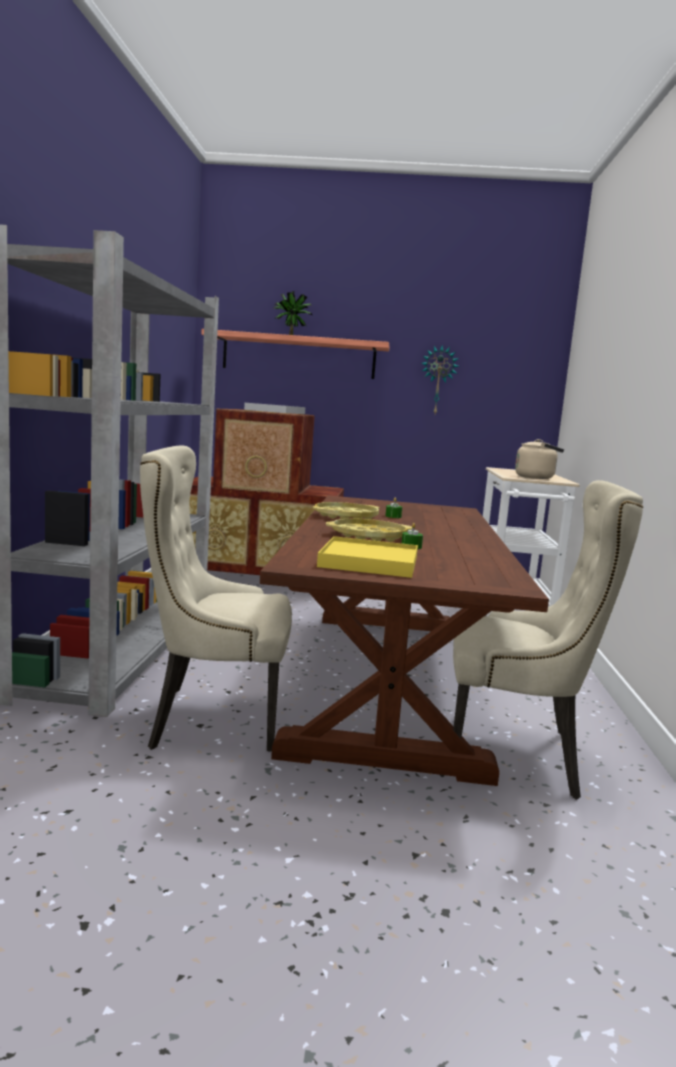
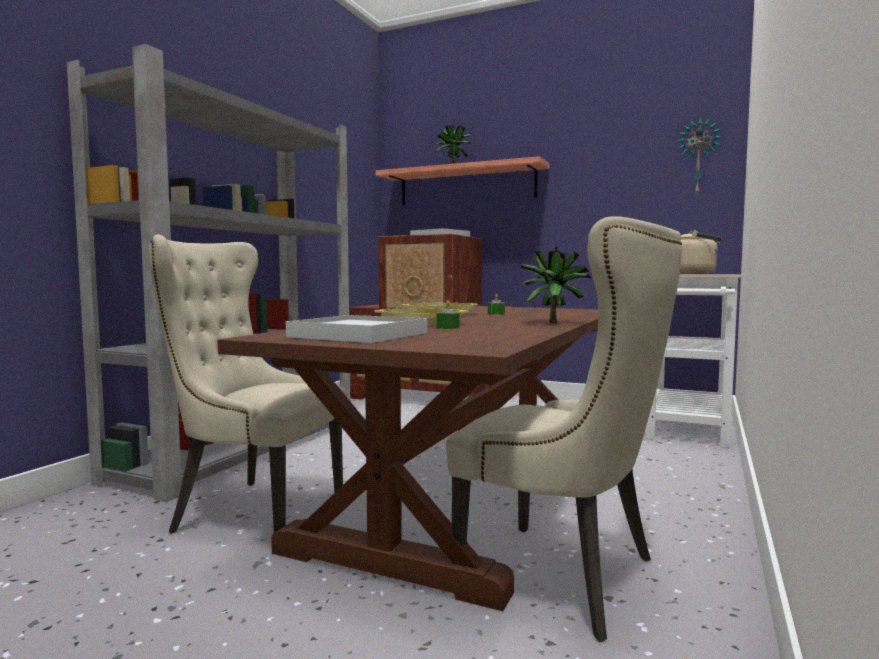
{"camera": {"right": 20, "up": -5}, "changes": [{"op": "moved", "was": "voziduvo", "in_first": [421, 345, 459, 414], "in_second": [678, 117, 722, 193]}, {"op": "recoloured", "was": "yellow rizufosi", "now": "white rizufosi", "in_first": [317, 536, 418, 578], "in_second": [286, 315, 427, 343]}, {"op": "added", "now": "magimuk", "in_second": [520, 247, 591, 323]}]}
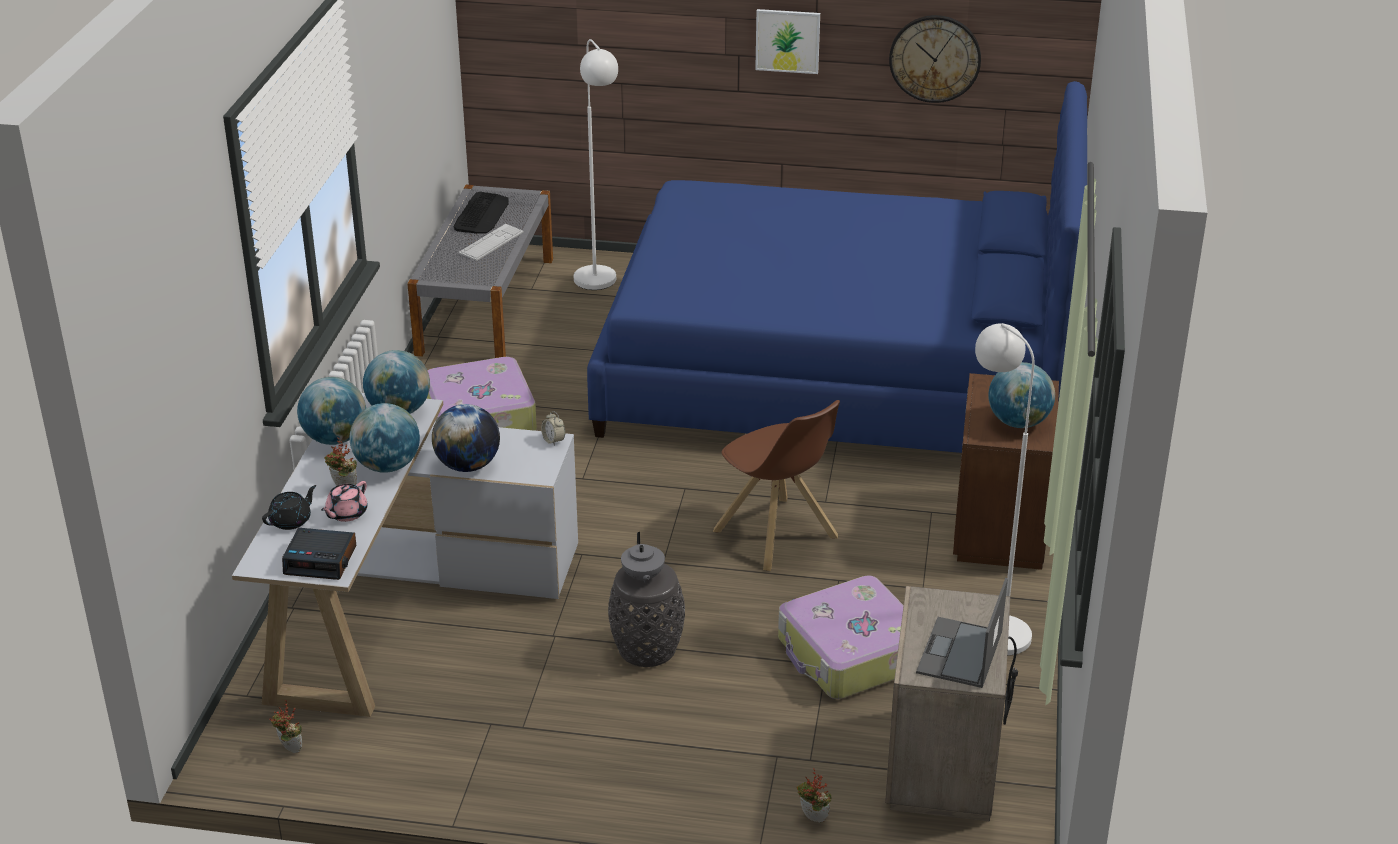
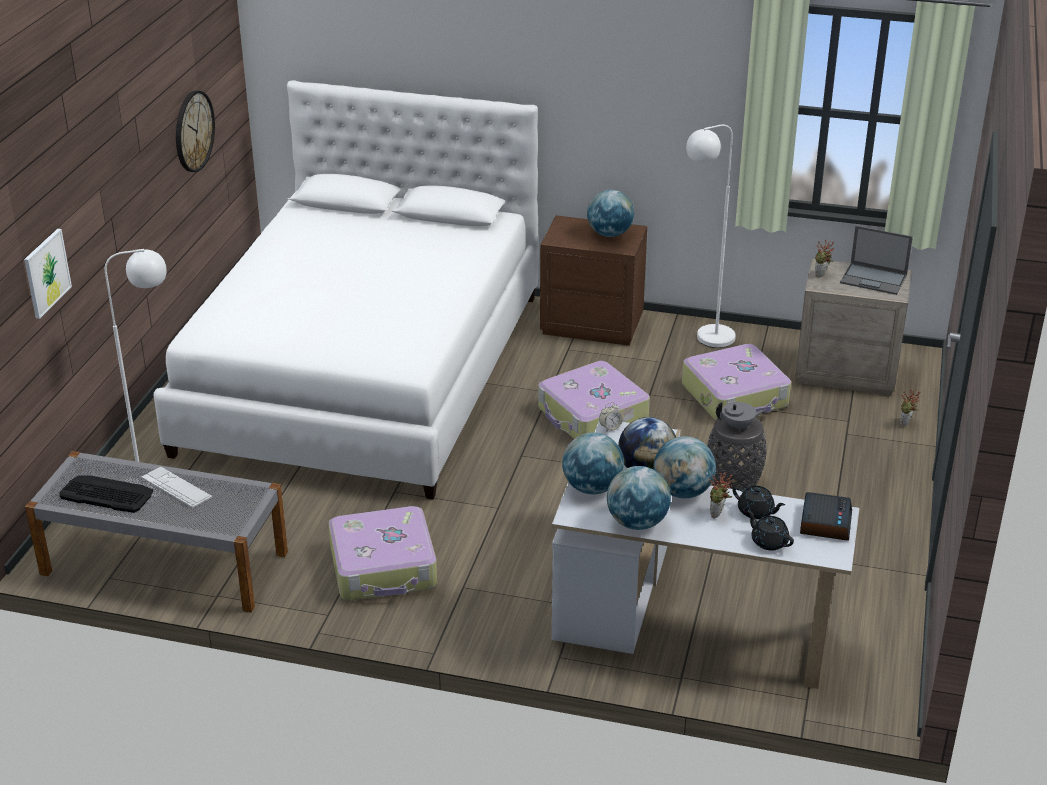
{"camera": {"right": -85, "up": 0}, "changes": [{"op": "moved", "was": "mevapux", "in_first": [755, 9, 820, 74], "in_second": [24, 229, 72, 319]}, {"op": "recoloured", "was": "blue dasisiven", "now": "white dasisiven", "in_first": [587, 81, 1087, 453], "in_second": [154, 80, 539, 500]}, {"op": "replaced", "was": "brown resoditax", "now": "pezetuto", "in_first": [713, 400, 840, 571], "in_second": [538, 361, 650, 439]}, {"op": "recoloured", "was": "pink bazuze", "now": "black bazuze", "in_first": [321, 481, 368, 522], "in_second": [733, 486, 785, 519]}, {"op": "moved", "was": "magimuk", "in_first": [270, 700, 302, 753], "in_second": [815, 239, 834, 278]}]}
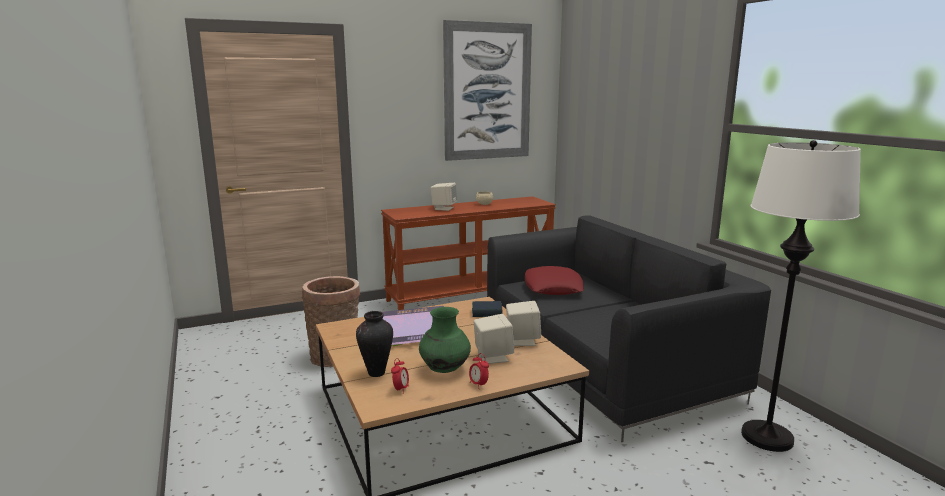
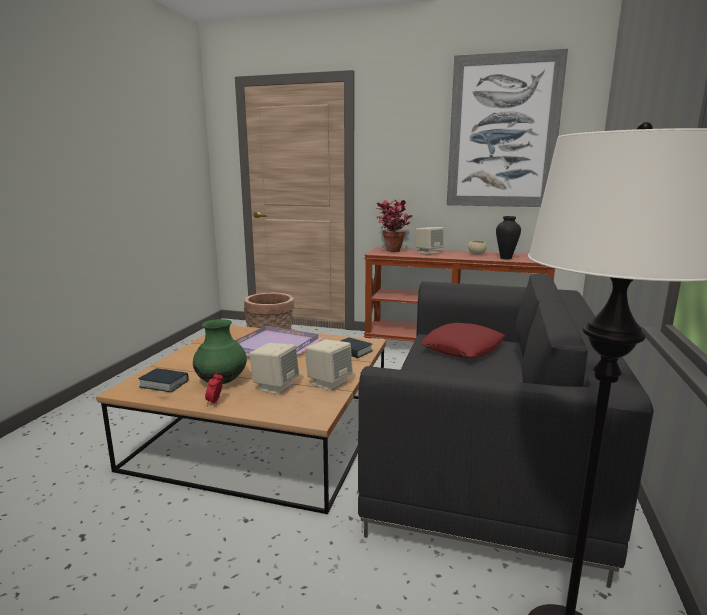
{"camera": {"right": 40, "up": 0}, "changes": [{"op": "moved", "was": "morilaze", "in_first": [356, 311, 393, 377], "in_second": [496, 216, 521, 259]}, {"op": "replaced", "was": "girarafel", "now": "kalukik", "in_first": [391, 358, 409, 394], "in_second": [138, 368, 189, 392]}, {"op": "added", "now": "magimuk", "in_second": [377, 199, 412, 252]}]}
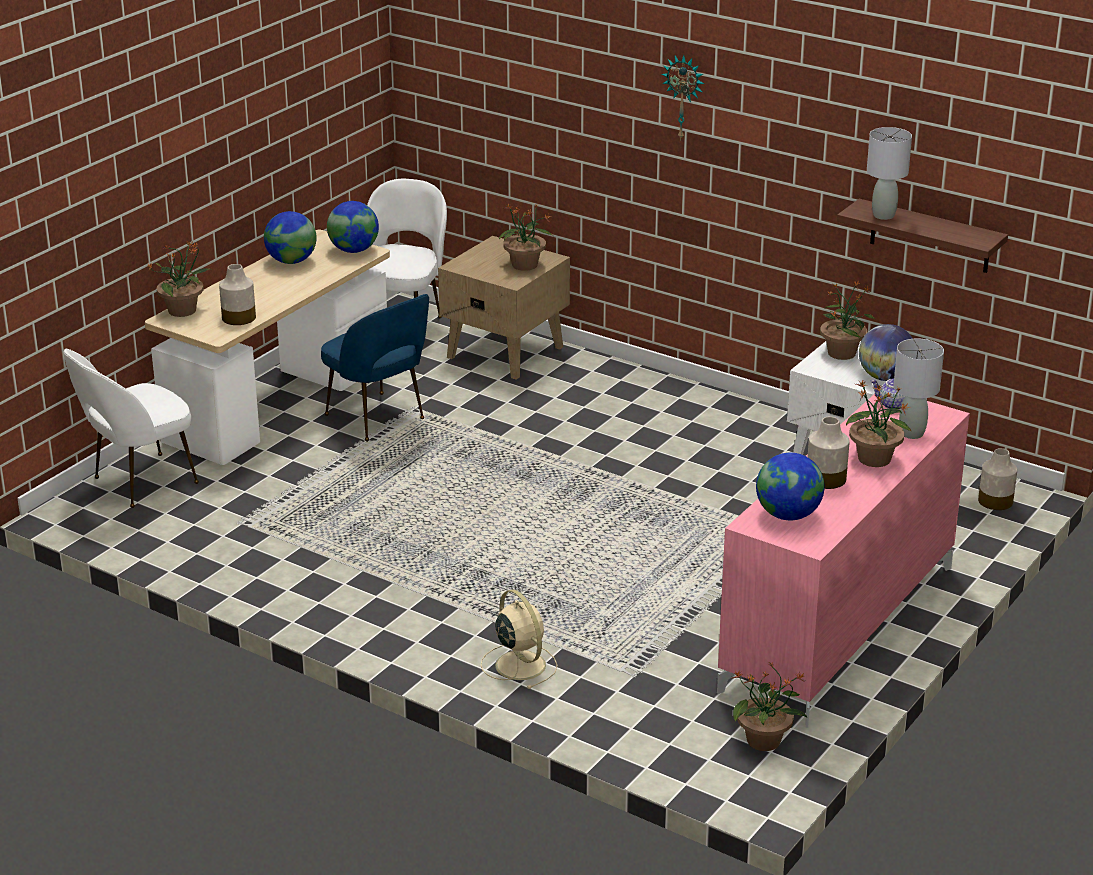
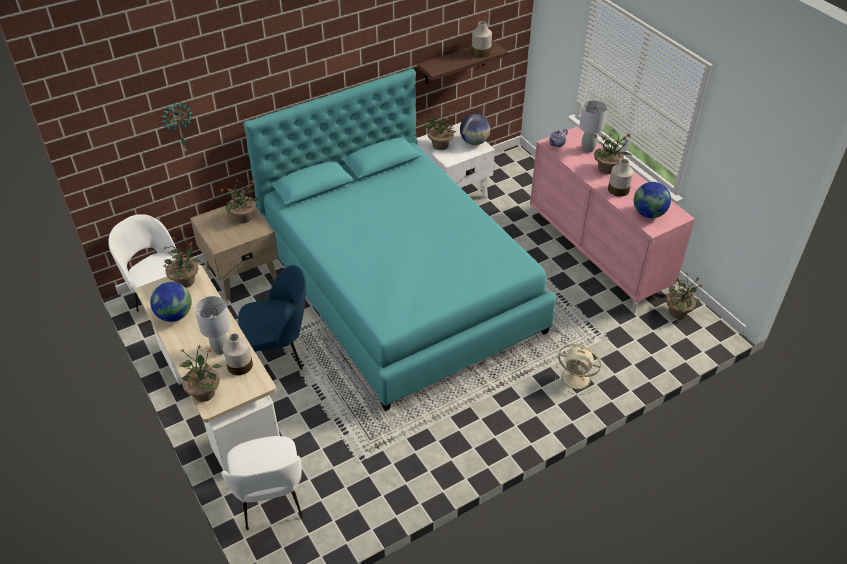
{"camera": {"right": -65, "up": 15}, "changes": [{"op": "moved", "was": "voziduvo", "in_first": [662, 55, 705, 141], "in_second": [161, 102, 193, 153]}, {"op": "moved", "was": "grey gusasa", "in_first": [867, 127, 912, 220], "in_second": [195, 296, 230, 355]}, {"op": "replaced", "was": "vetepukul", "now": "magimuk", "in_first": [327, 201, 379, 253], "in_second": [163, 237, 201, 288]}, {"op": "moved", "was": "beige morilaze", "in_first": [978, 448, 1017, 510], "in_second": [471, 21, 492, 58]}, {"op": "turned", "was": "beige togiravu", "in_first": [481, 589, 558, 689], "in_second": [555, 344, 601, 395], "clockwise": -150}, {"op": "added", "now": "turquoise dasisiven", "in_second": [244, 69, 557, 411]}]}
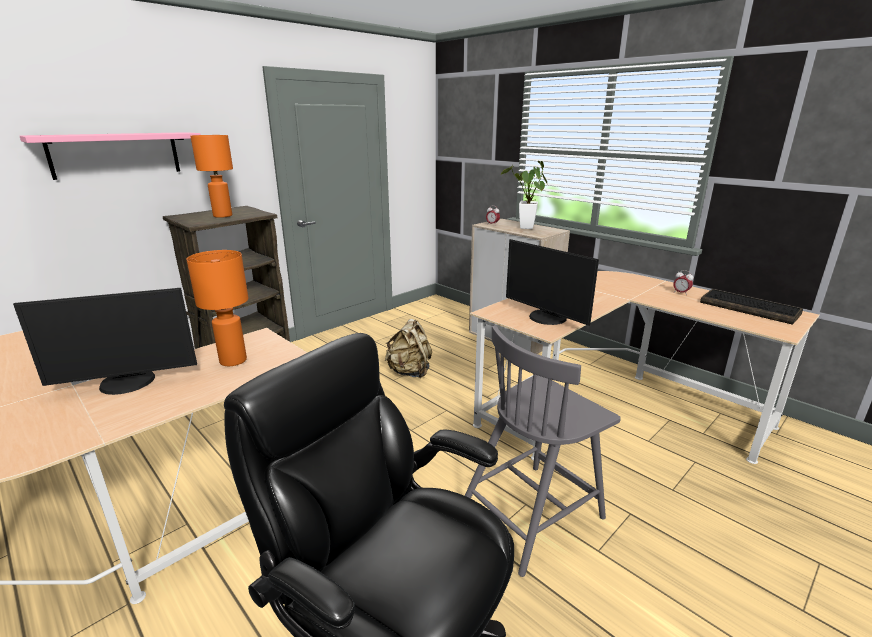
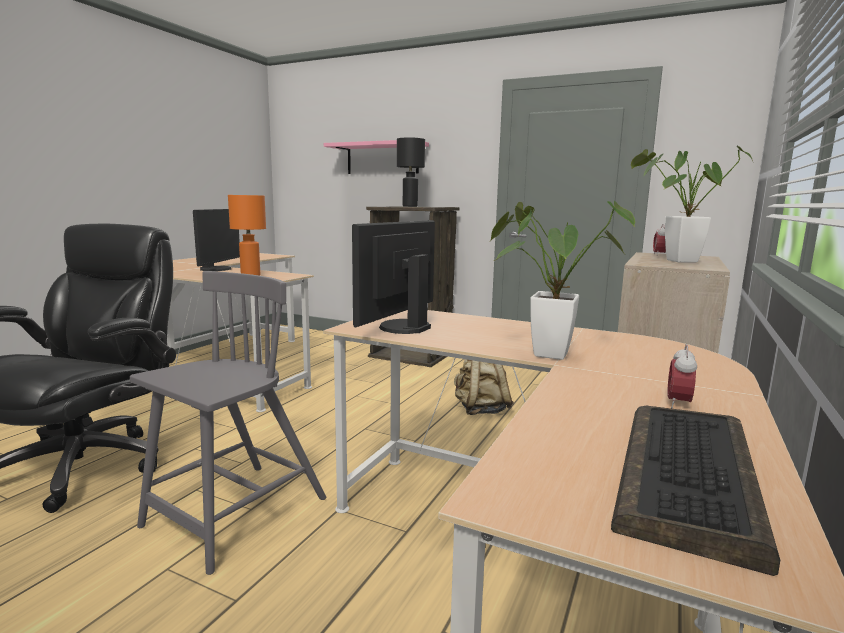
{"camera": {"right": 70, "up": -10}, "changes": [{"op": "recoloured", "was": "orange gusasa", "now": "black gusasa", "in_first": [190, 135, 233, 218], "in_second": [397, 137, 425, 207]}, {"op": "turned", "was": "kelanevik", "in_first": [13, 288, 197, 395], "in_second": [193, 209, 240, 271], "clockwise": -135}, {"op": "turned", "was": "grey resoditax", "in_first": [465, 325, 621, 577], "in_second": [130, 271, 326, 575], "clockwise": 90}, {"op": "added", "now": "magimuk", "in_second": [490, 201, 635, 360]}]}
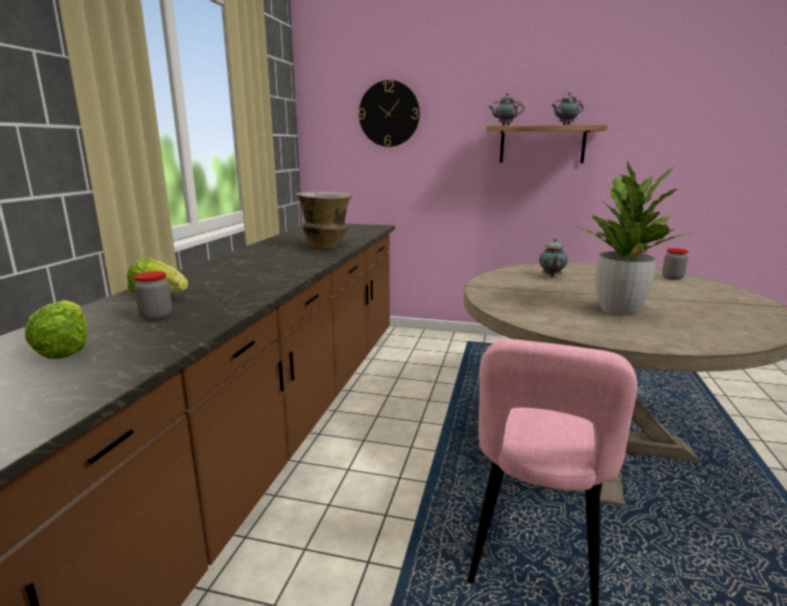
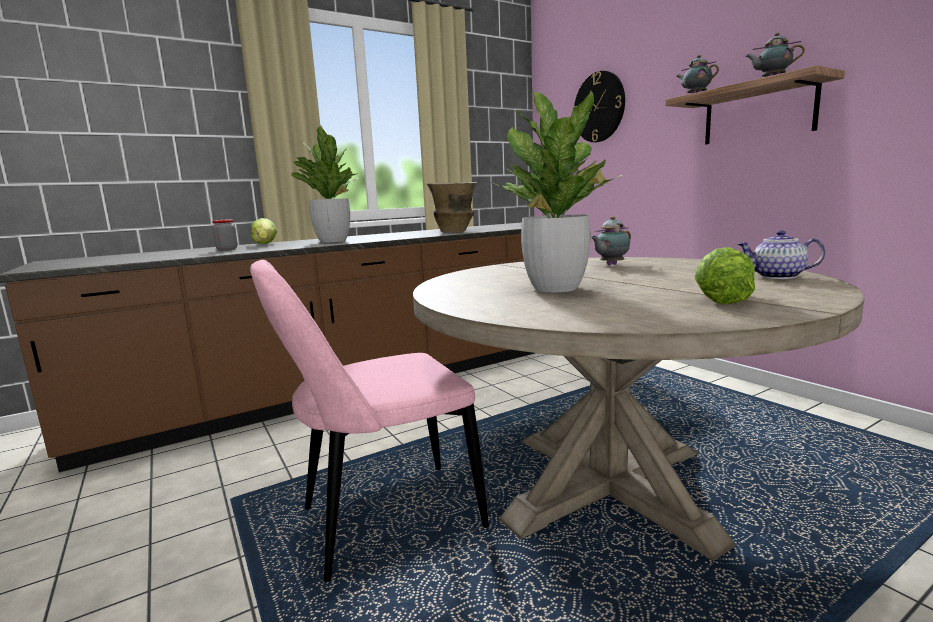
{"camera": {"right": 45, "up": -5}, "changes": [{"op": "replaced", "was": "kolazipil", "now": "bazuze", "in_first": [662, 248, 688, 280], "in_second": [738, 230, 825, 279]}, {"op": "moved", "was": "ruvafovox", "in_first": [25, 300, 88, 359], "in_second": [695, 247, 755, 304]}, {"op": "added", "now": "magimuk", "in_second": [291, 126, 361, 243]}]}
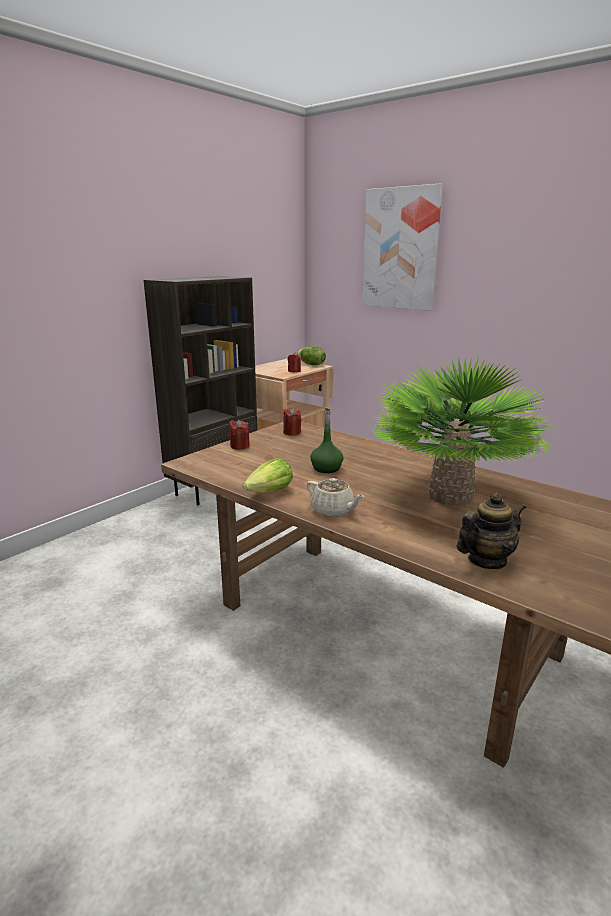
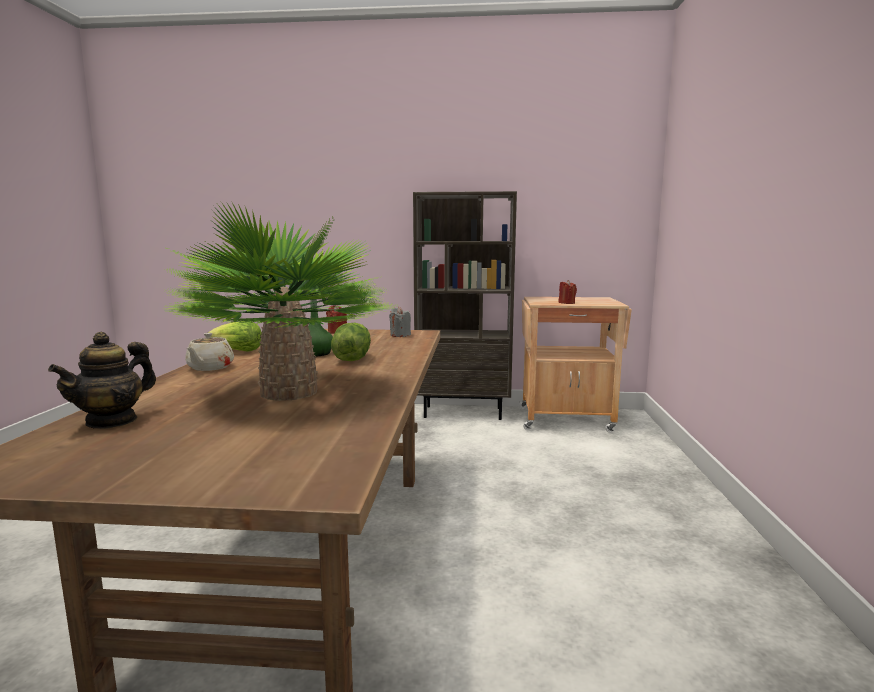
{"camera": {"right": 55, "up": -10}, "changes": [{"op": "removed", "was": "mevapux", "in_first": [362, 183, 443, 311]}, {"op": "moved", "was": "ruvafovox", "in_first": [297, 346, 326, 365], "in_second": [331, 323, 371, 361]}, {"op": "recoloured", "was": "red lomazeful", "now": "grey lomazeful", "in_first": [283, 408, 302, 436], "in_second": [389, 307, 411, 337]}, {"op": "turned", "was": "bazuze", "in_first": [457, 493, 526, 569], "in_second": [48, 332, 156, 429], "clockwise": 90}]}
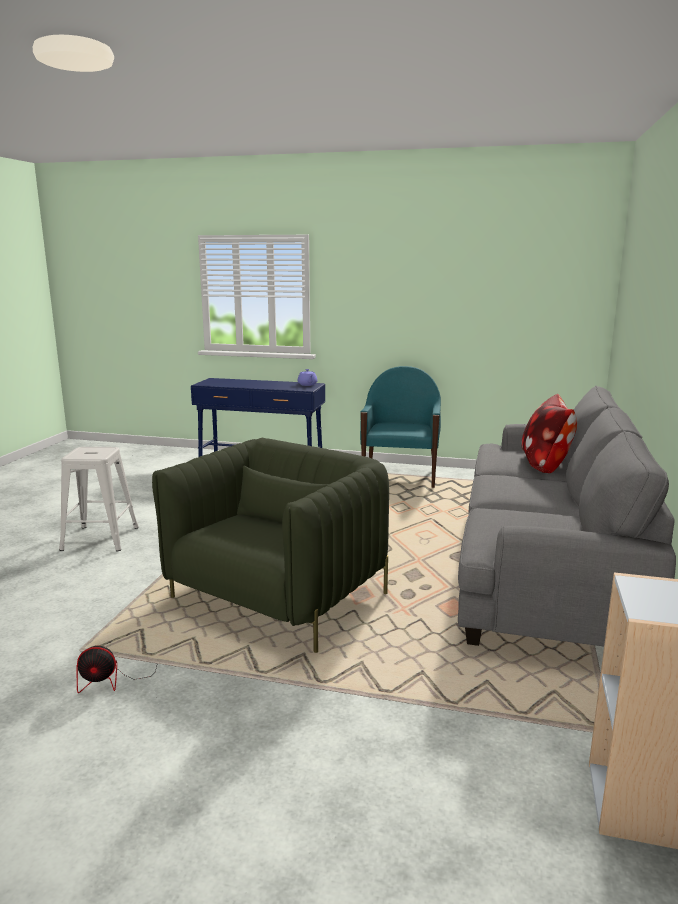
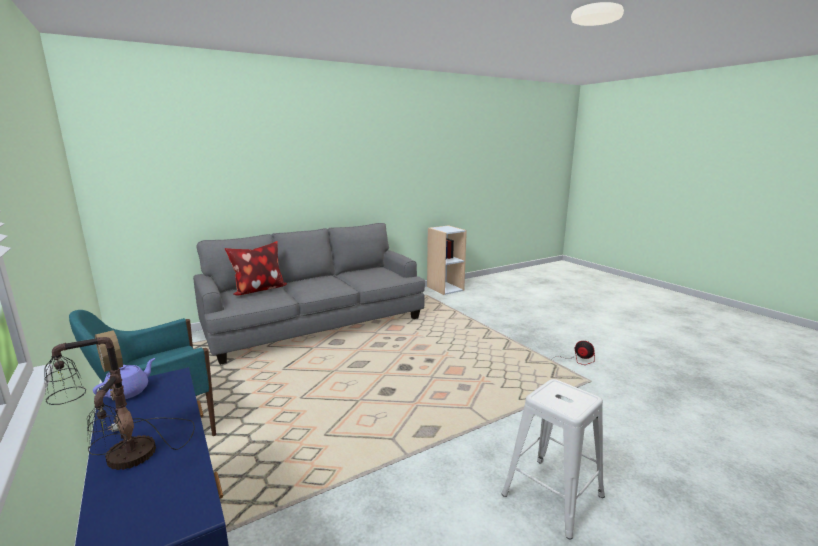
{"camera": {"right": -135, "up": 0}, "changes": [{"op": "removed", "was": "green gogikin", "in_first": [152, 438, 389, 653]}, {"op": "added", "now": "gusasa", "in_second": [44, 330, 195, 470]}]}
